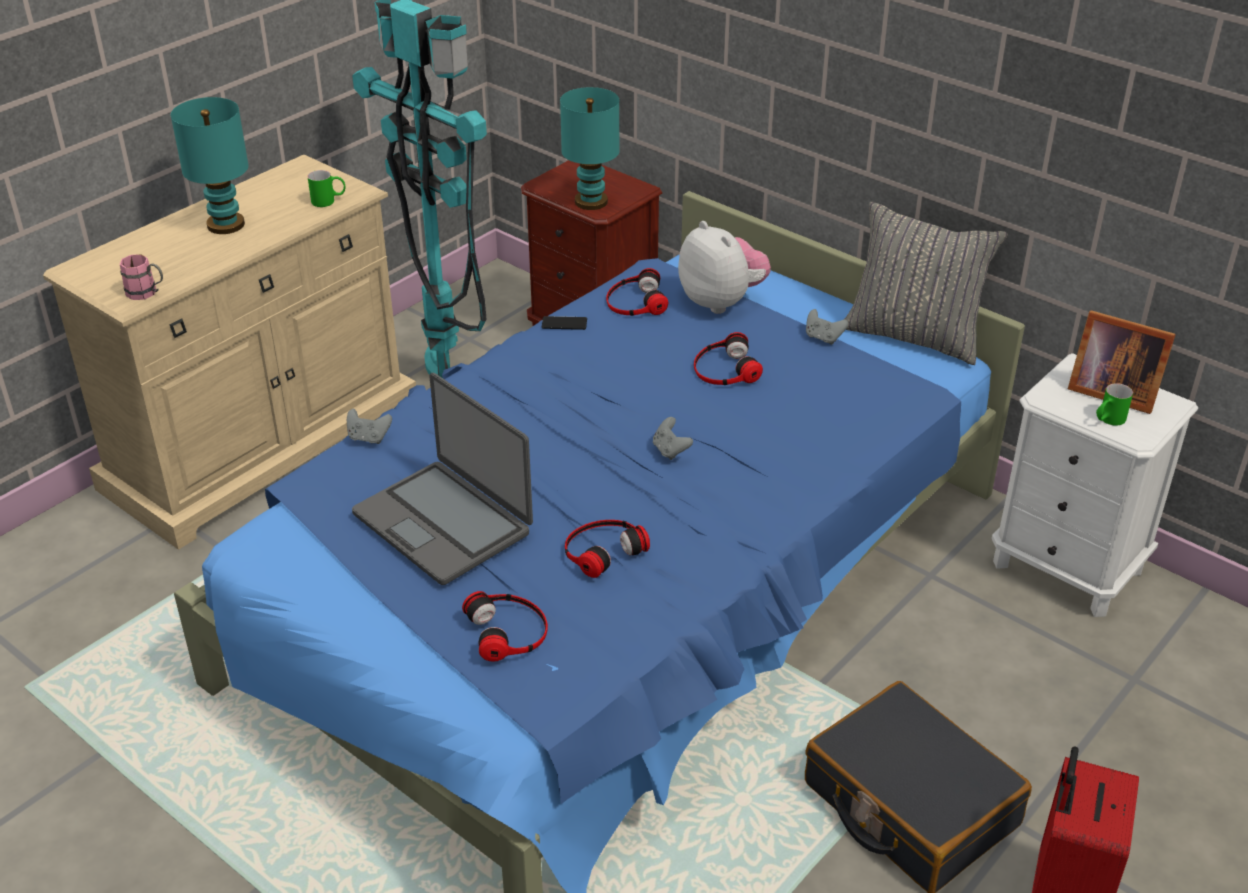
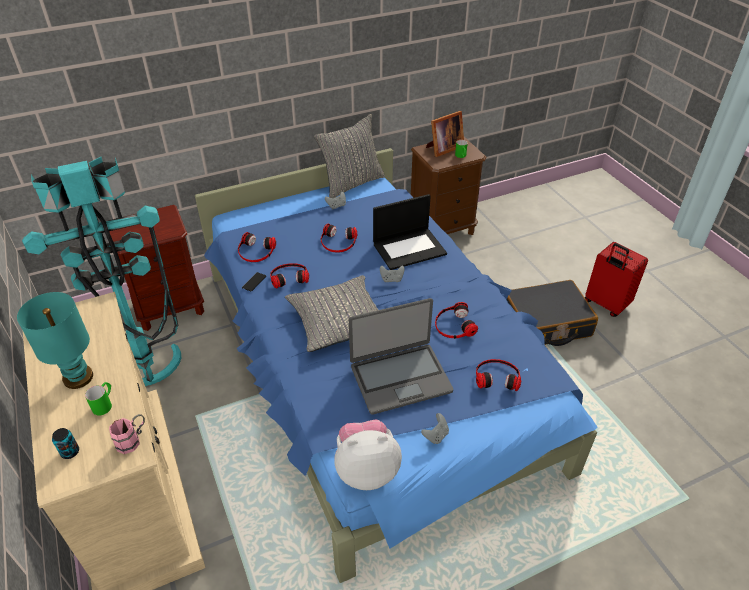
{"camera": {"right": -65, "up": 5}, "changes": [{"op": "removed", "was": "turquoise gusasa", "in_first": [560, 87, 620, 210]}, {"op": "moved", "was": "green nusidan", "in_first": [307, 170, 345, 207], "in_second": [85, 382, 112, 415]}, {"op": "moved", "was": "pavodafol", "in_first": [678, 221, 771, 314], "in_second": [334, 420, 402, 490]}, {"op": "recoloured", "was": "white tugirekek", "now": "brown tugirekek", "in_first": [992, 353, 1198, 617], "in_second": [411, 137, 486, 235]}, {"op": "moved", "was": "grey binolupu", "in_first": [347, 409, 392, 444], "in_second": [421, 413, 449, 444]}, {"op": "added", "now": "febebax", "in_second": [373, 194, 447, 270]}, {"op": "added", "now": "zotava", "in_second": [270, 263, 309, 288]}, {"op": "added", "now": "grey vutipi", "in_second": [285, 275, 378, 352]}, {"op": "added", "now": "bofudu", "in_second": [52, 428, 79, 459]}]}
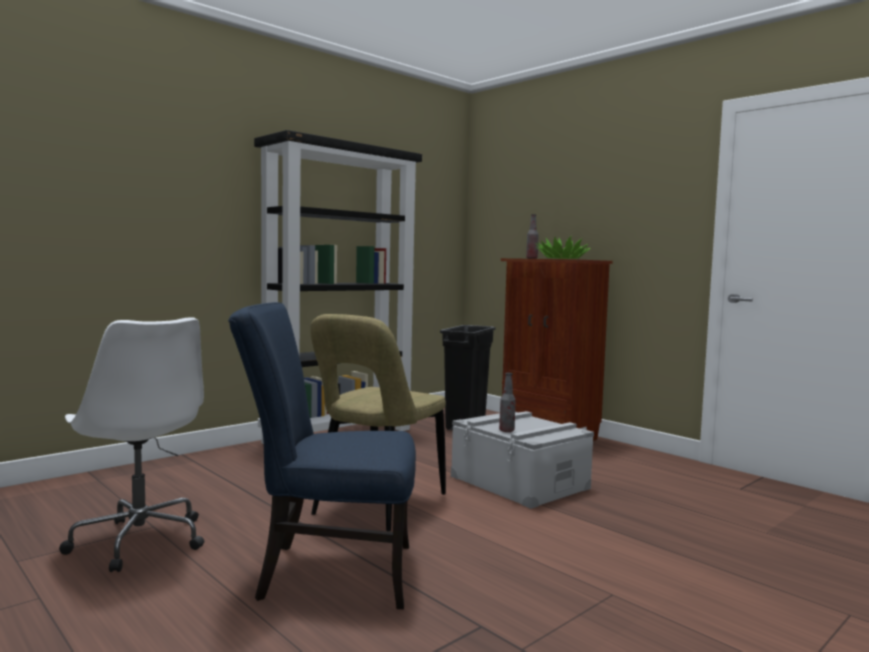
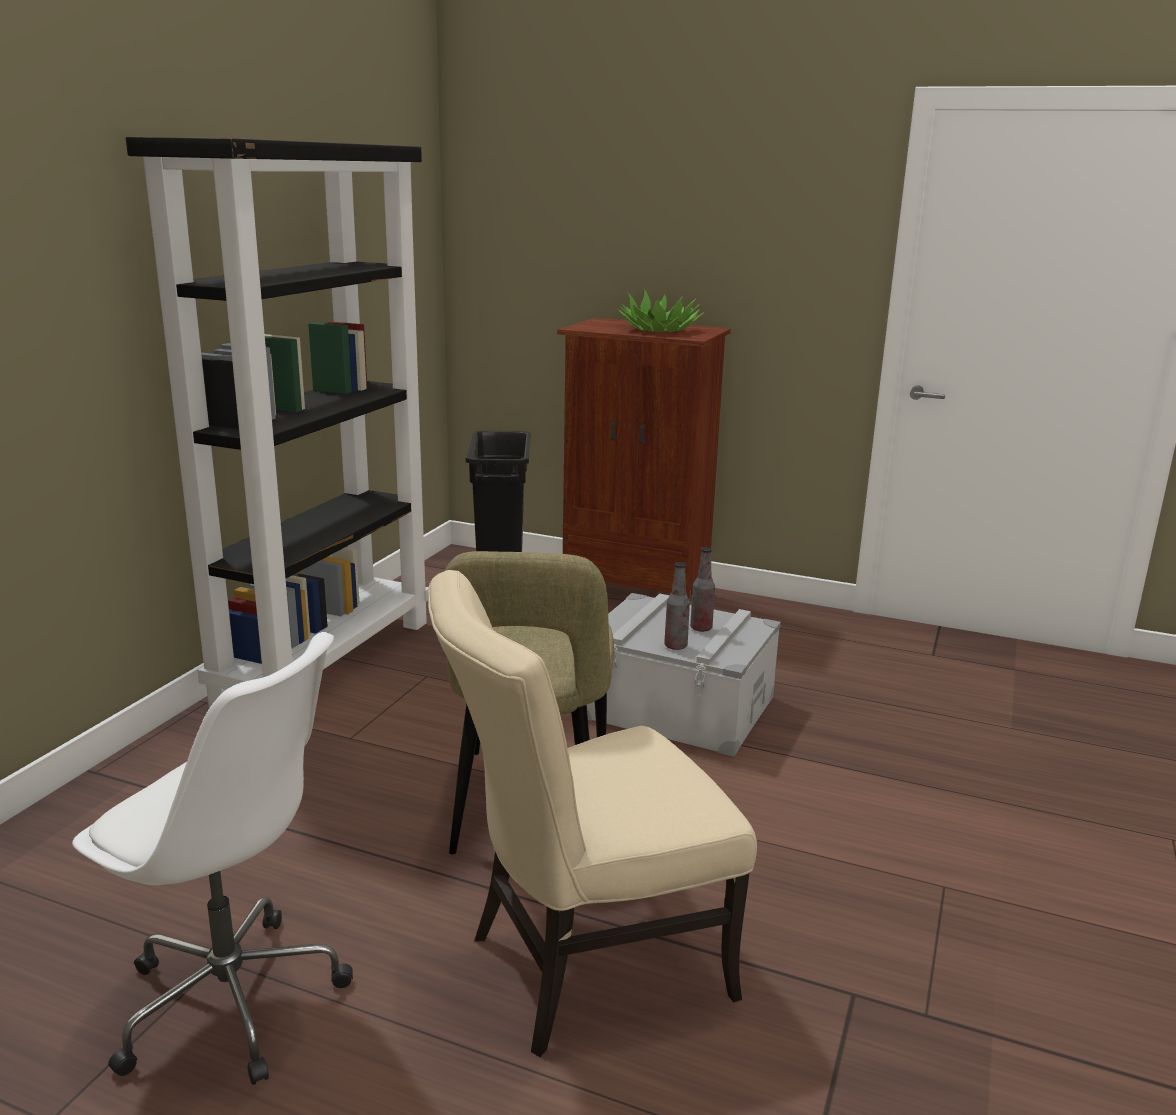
{"camera": {"right": -25, "up": 15}, "changes": [{"op": "moved", "was": "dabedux", "in_first": [526, 214, 538, 259], "in_second": [690, 547, 715, 632]}, {"op": "recoloured", "was": "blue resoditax", "now": "beige resoditax", "in_first": [228, 302, 416, 609], "in_second": [428, 570, 757, 1057]}]}
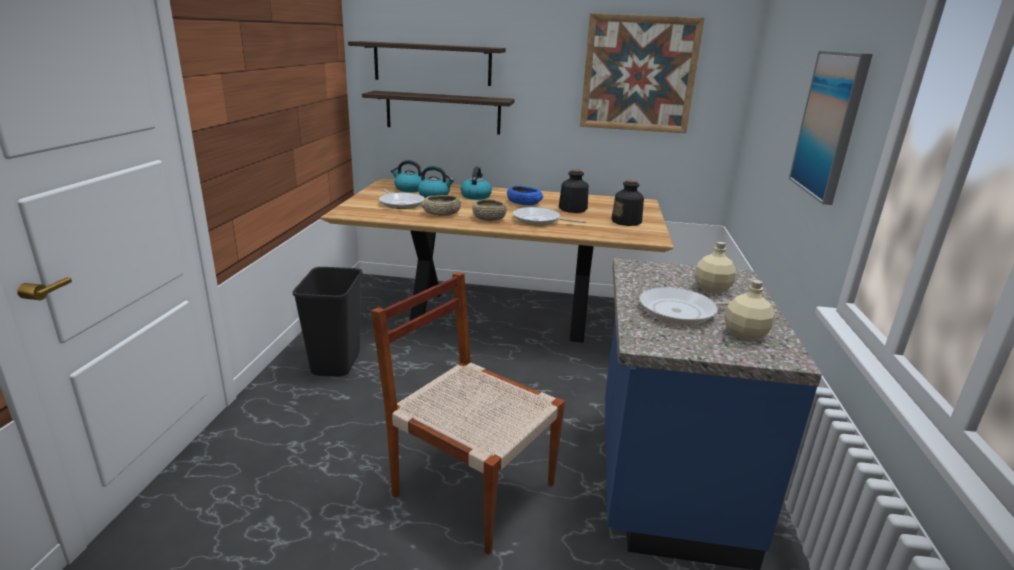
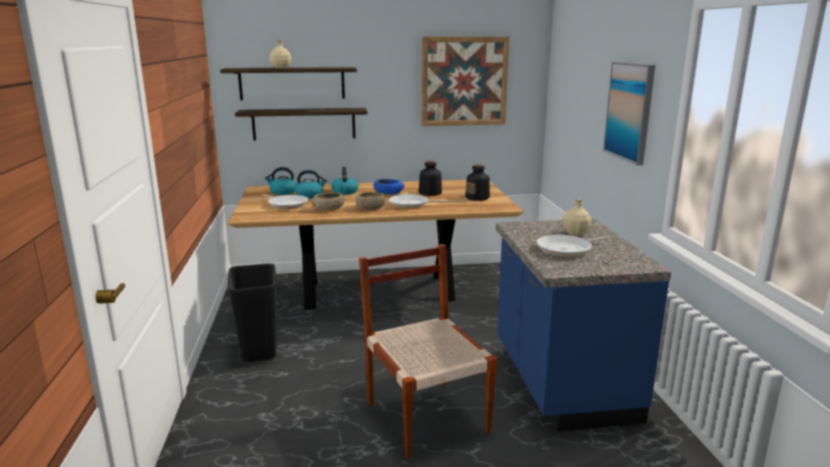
{"camera": {"right": -15, "up": -5}, "changes": [{"op": "turned", "was": "resoditax", "in_first": [371, 272, 565, 555], "in_second": [359, 244, 497, 459], "clockwise": 45}, {"op": "moved", "was": "beige dabedux", "in_first": [724, 280, 775, 341], "in_second": [270, 40, 292, 69]}]}
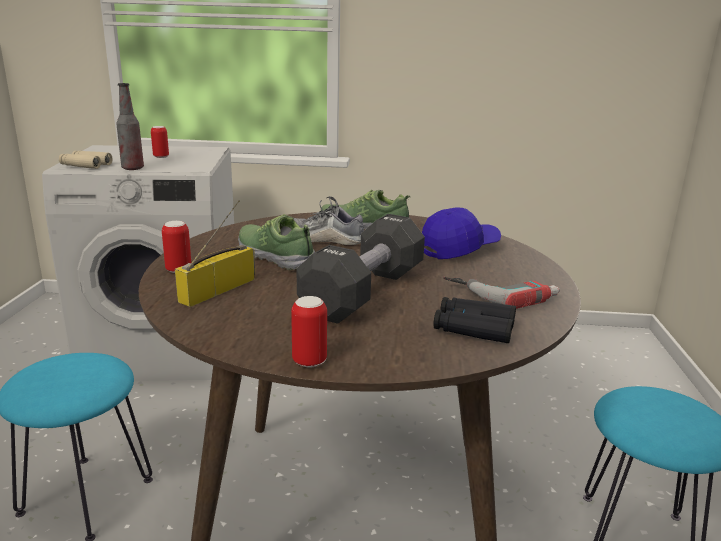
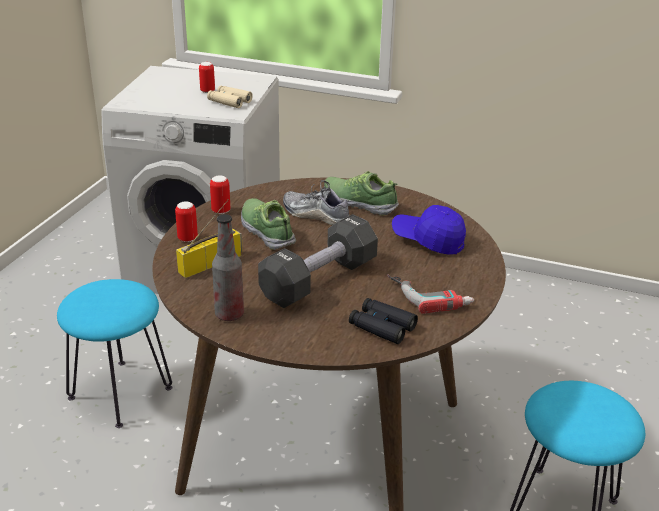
{"camera": {"right": 15, "up": 10}, "changes": [{"op": "moved", "was": "dabedux", "in_first": [116, 83, 144, 170], "in_second": [212, 214, 244, 321]}, {"op": "moved", "was": "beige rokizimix", "in_first": [59, 151, 113, 169], "in_second": [207, 86, 253, 108]}, {"op": "turned", "was": "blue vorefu", "in_first": [422, 207, 501, 259], "in_second": [392, 205, 466, 255], "clockwise": -135}, {"op": "moved", "was": "bofudu", "in_first": [291, 296, 327, 368], "in_second": [210, 175, 230, 214]}]}
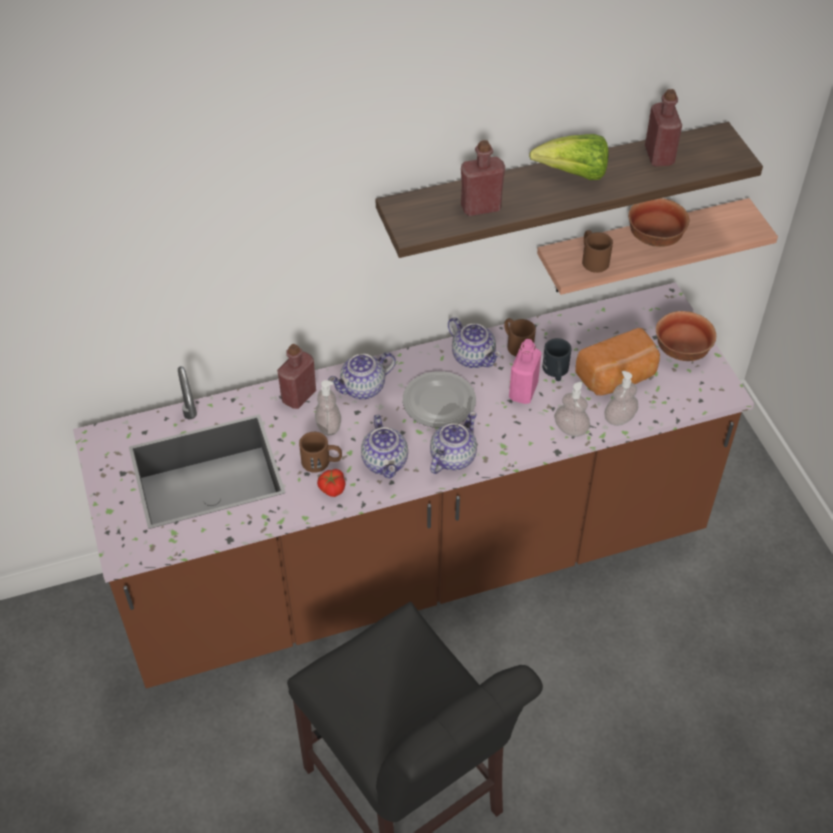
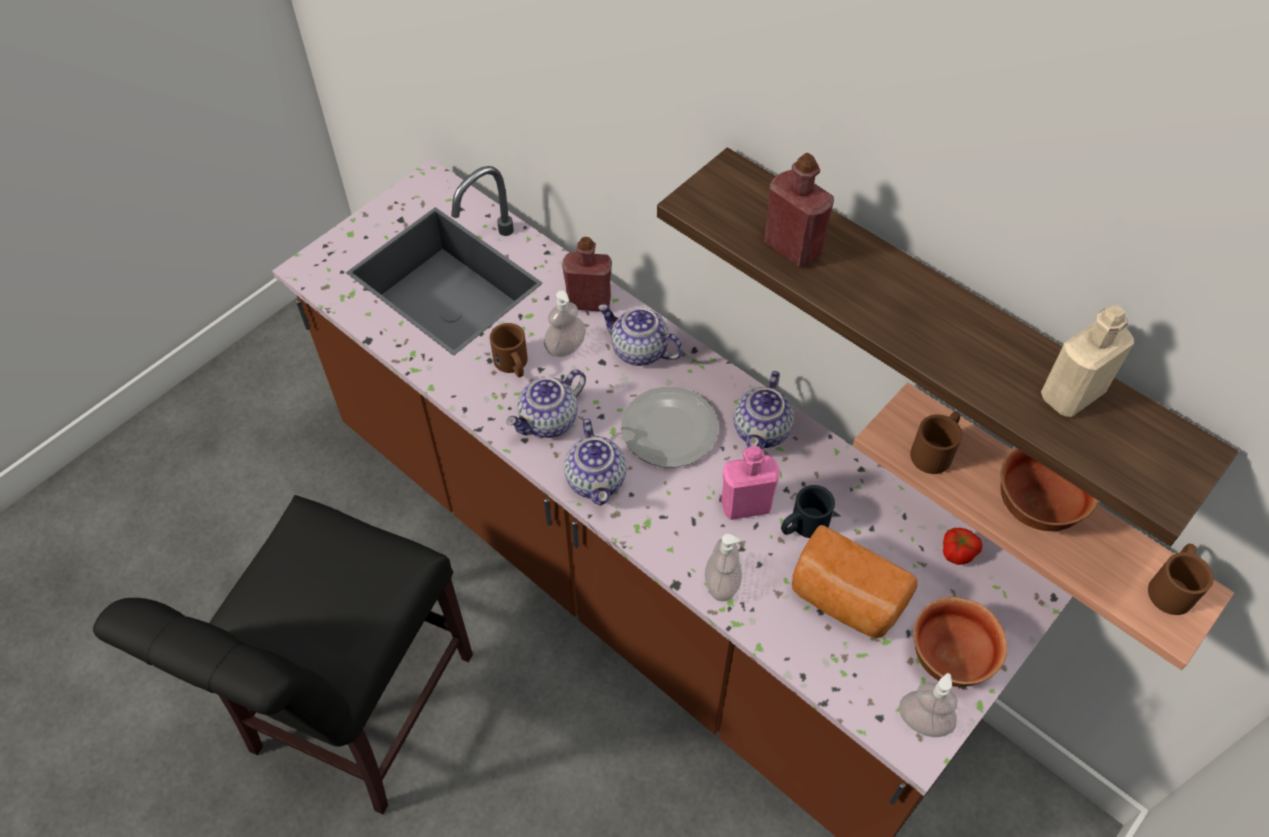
{"camera": {"right": 60, "up": 5}, "changes": [{"op": "recoloured", "was": "red dabedux", "now": "beige dabedux", "in_first": [645, 89, 682, 167], "in_second": [1041, 305, 1134, 418]}, {"op": "removed", "was": "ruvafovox", "in_first": [529, 134, 608, 180]}, {"op": "moved", "was": "brown nusidan", "in_first": [504, 318, 536, 357], "in_second": [1148, 544, 1214, 615]}, {"op": "moved", "was": "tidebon", "in_first": [604, 371, 638, 426], "in_second": [899, 673, 958, 737]}, {"op": "turned", "was": "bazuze", "in_first": [430, 412, 477, 474], "in_second": [564, 418, 626, 506], "clockwise": 75}, {"op": "moved", "was": "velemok", "in_first": [317, 469, 346, 497], "in_second": [943, 528, 983, 565]}]}
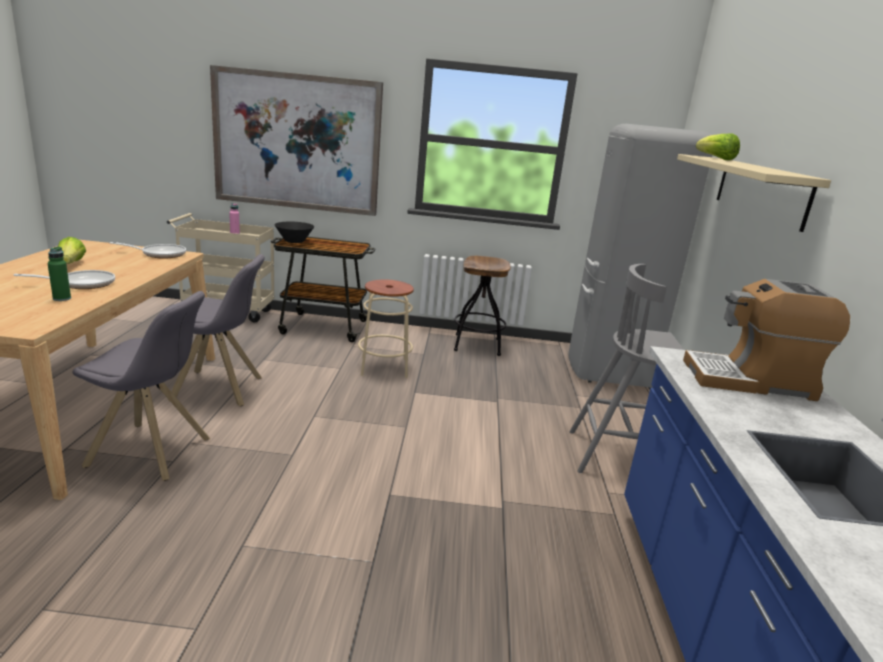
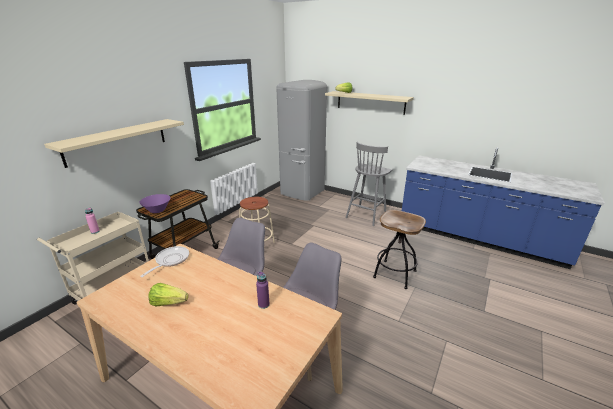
{"camera": {"right": -60, "up": 5}, "changes": [{"op": "replaced", "was": "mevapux", "now": "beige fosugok", "in_first": [210, 65, 383, 216], "in_second": [44, 119, 184, 168]}, {"op": "recoloured", "was": "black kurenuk", "now": "purple kurenuk", "in_first": [275, 222, 314, 243], "in_second": [139, 194, 171, 213]}, {"op": "recoloured", "was": "green dabedux", "now": "purple dabedux", "in_first": [48, 247, 71, 301], "in_second": [256, 271, 270, 309]}, {"op": "moved", "was": "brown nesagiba", "in_first": [454, 256, 511, 356], "in_second": [373, 210, 426, 289]}, {"op": "removed", "was": "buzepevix", "in_first": [14, 270, 115, 289]}, {"op": "removed", "was": "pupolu", "in_first": [683, 279, 850, 401]}]}
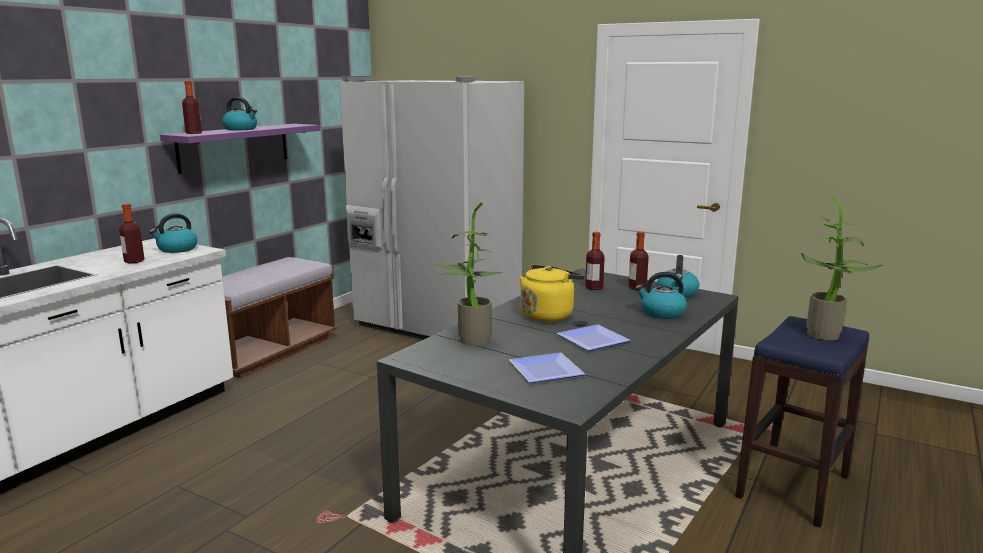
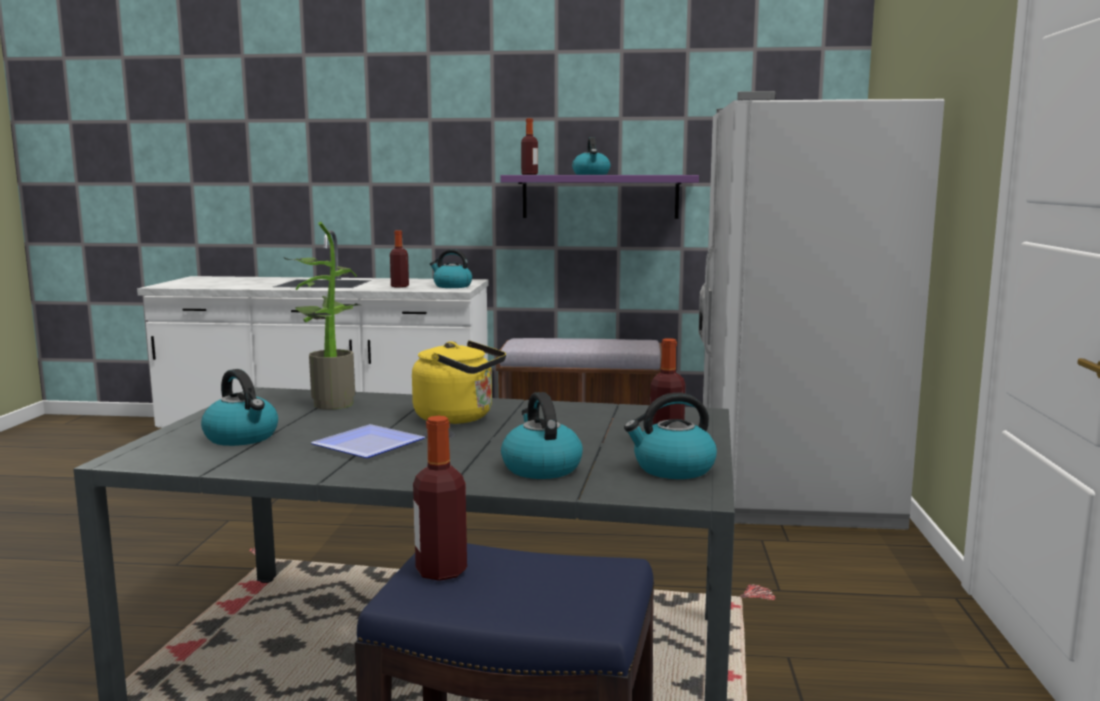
{"camera": {"right": 65, "up": -5}, "changes": [{"op": "removed", "was": "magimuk", "in_first": [801, 196, 883, 340]}, {"op": "moved", "was": "dabedux", "in_first": [585, 232, 605, 290], "in_second": [413, 416, 467, 581]}, {"op": "replaced", "was": "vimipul", "now": "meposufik", "in_first": [509, 353, 585, 383], "in_second": [201, 369, 278, 446]}]}
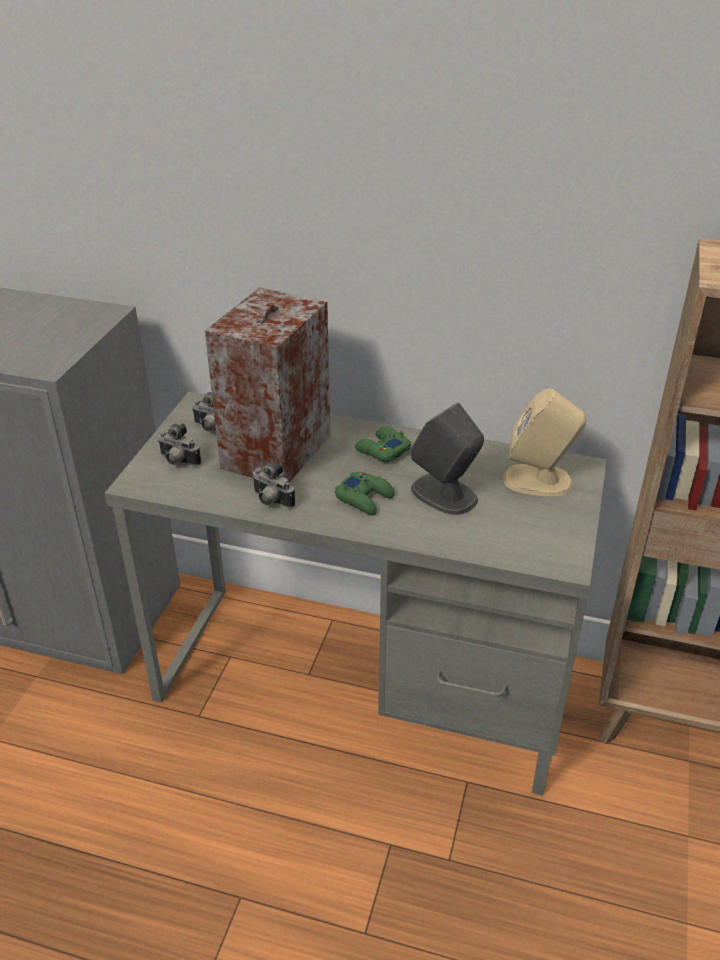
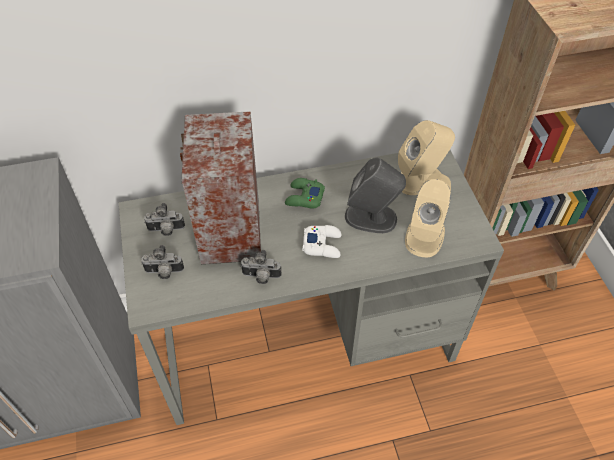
{"camera": {"right": -30, "up": 15}, "changes": [{"op": "recoloured", "was": "green binolupu", "now": "white binolupu", "in_first": [335, 472, 394, 515], "in_second": [303, 225, 342, 258]}, {"op": "added", "now": "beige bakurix", "in_second": [405, 173, 451, 257]}]}
